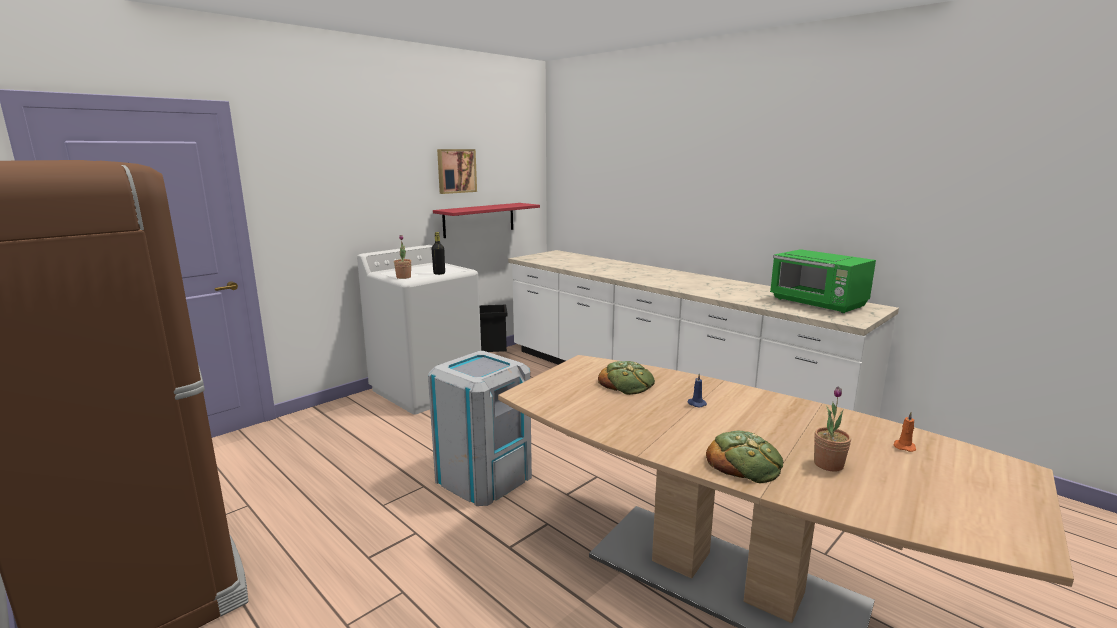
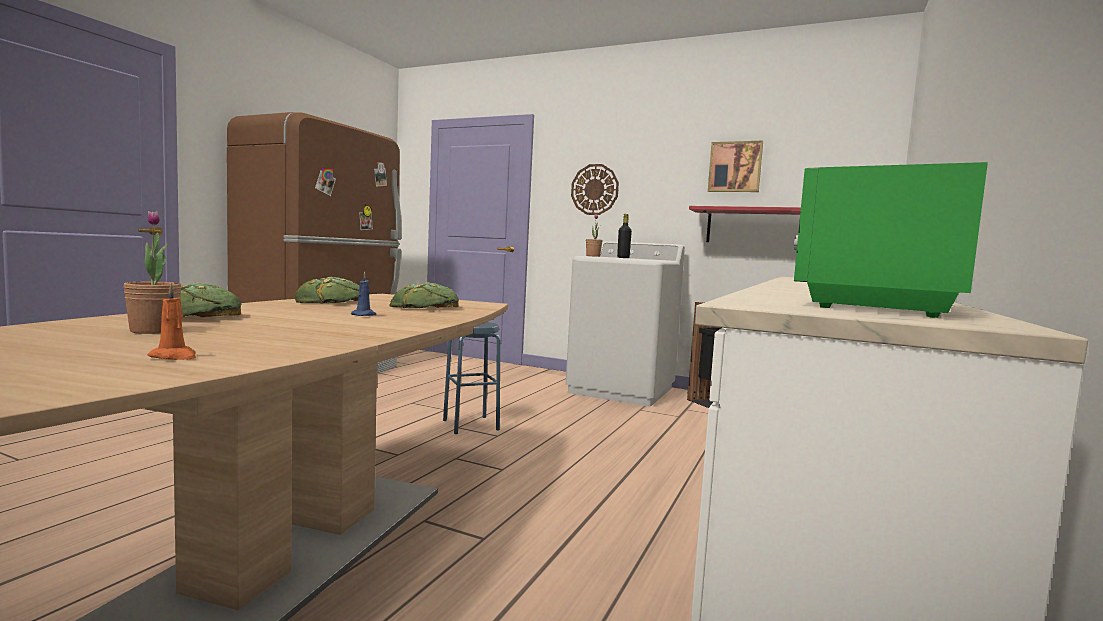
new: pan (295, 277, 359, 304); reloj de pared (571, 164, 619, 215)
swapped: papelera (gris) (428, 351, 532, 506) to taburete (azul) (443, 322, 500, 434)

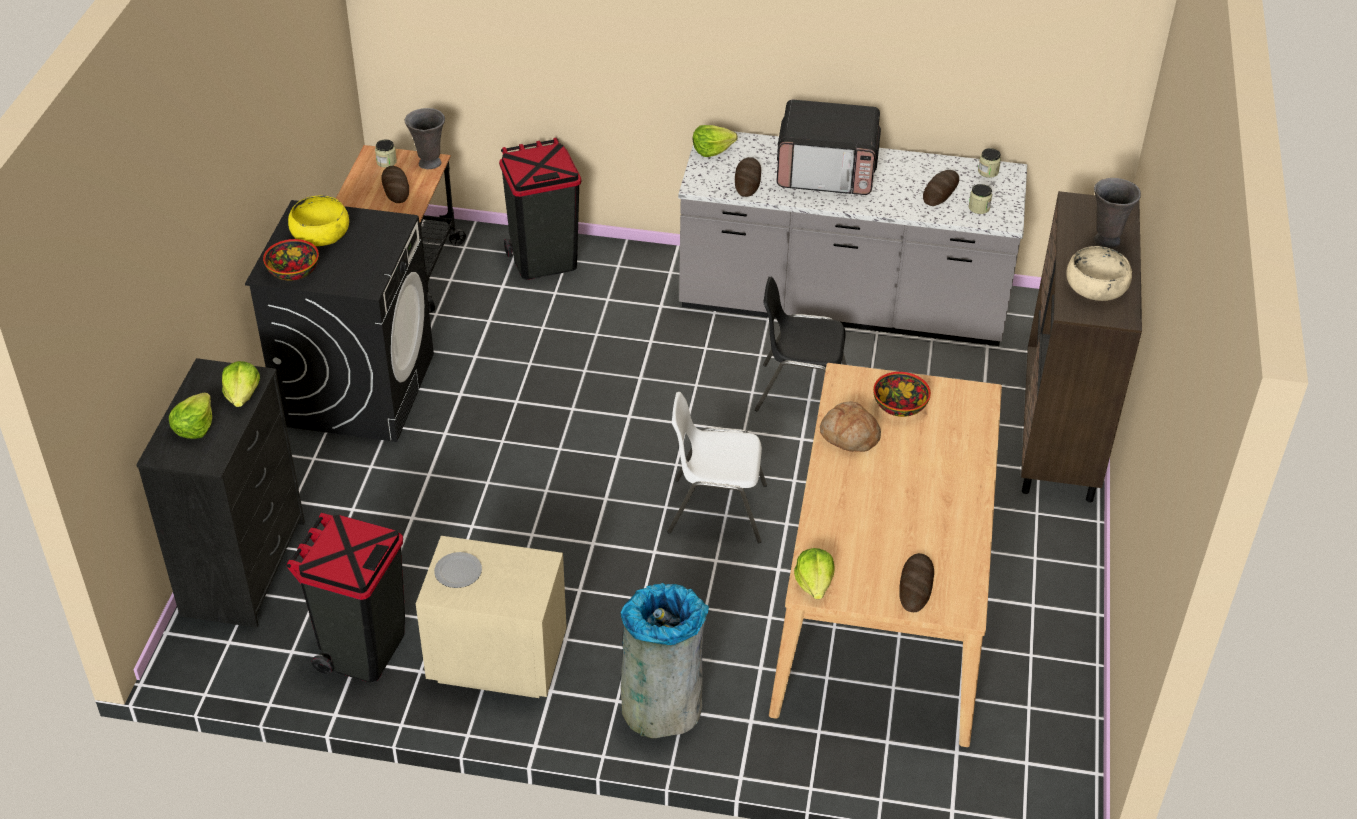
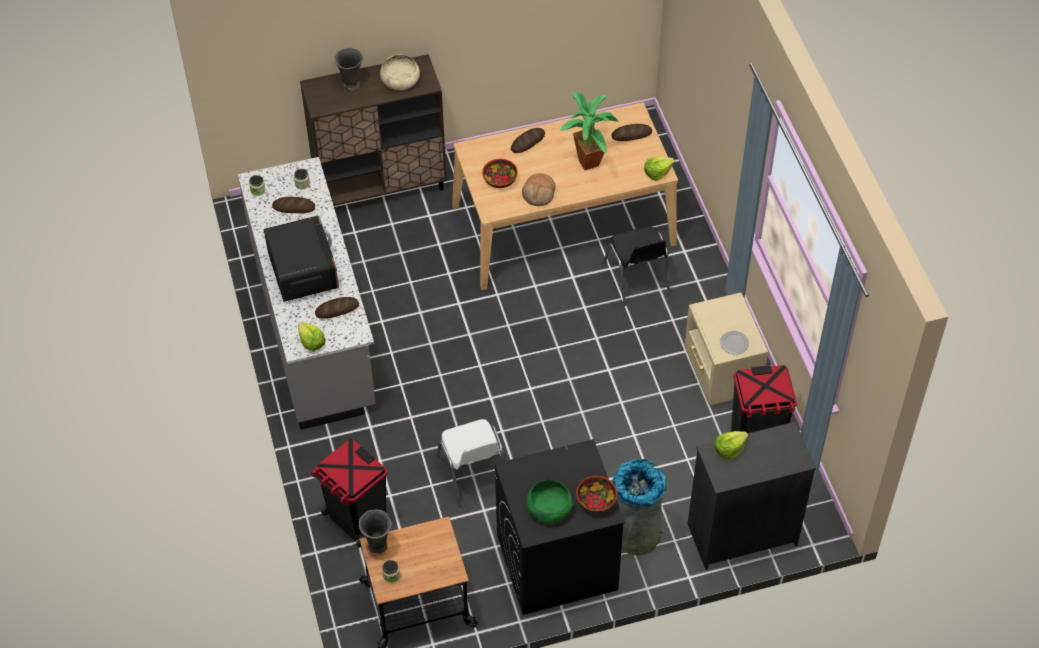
gone: lechuga (169, 392, 212, 439)
new: planta en maceta (560, 91, 619, 170)
shifted: pan (381, 166, 409, 203) to (511, 128, 545, 153); papelera (gris) (621, 583, 709, 738) to (612, 459, 666, 555); silla (blanco) (667, 392, 767, 543) to (437, 419, 505, 507); silla (negro) (755, 277, 847, 411) to (603, 226, 670, 307)
repainted: cuenco (amarillo) (288, 196, 349, 246) to cuenco (verde) (526, 479, 573, 524)

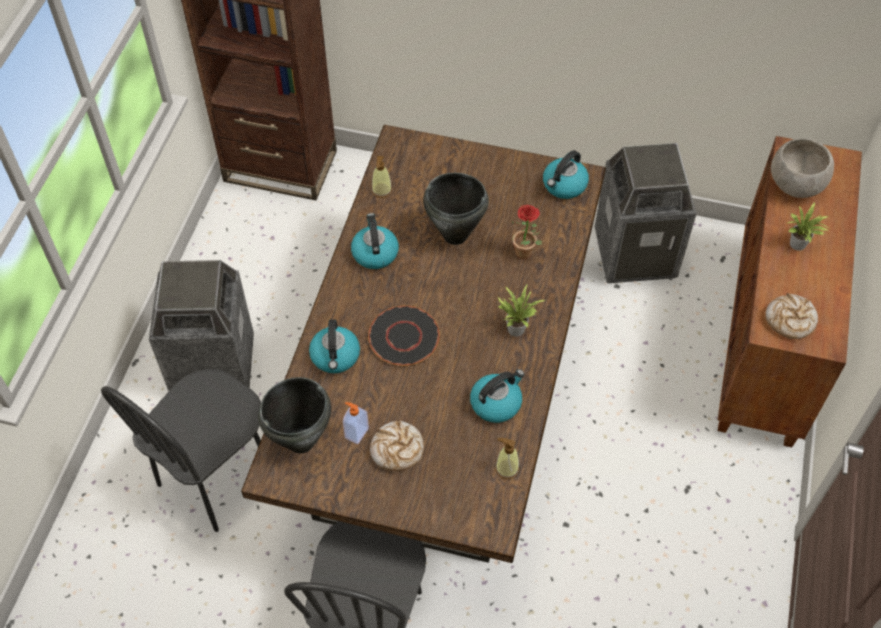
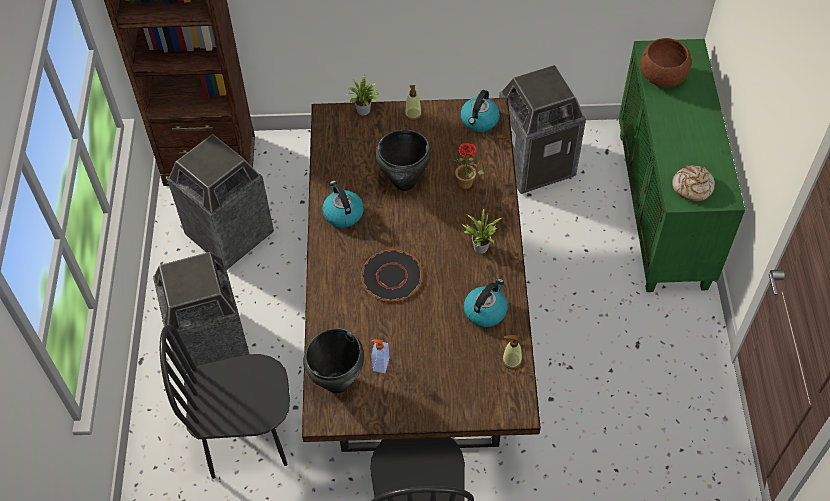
gone: hervidor (309, 319, 360, 373); pan (370, 420, 424, 471)
new: papelera (167, 134, 274, 270)
shifted: dispensador de jabón (372, 156, 392, 198) to (405, 85, 422, 120); planta en maceta (788, 202, 830, 251) to (346, 74, 379, 115)
repainted: armario (marrón) (717, 136, 862, 447) to armario (verde) (619, 39, 745, 292); cuenco (gris) (771, 138, 834, 198) to cuenco (marrón) (640, 38, 691, 88)
rotated: silla (negro) (101, 369, 261, 532) = (160, 325, 290, 479) 60 degrees clockwise

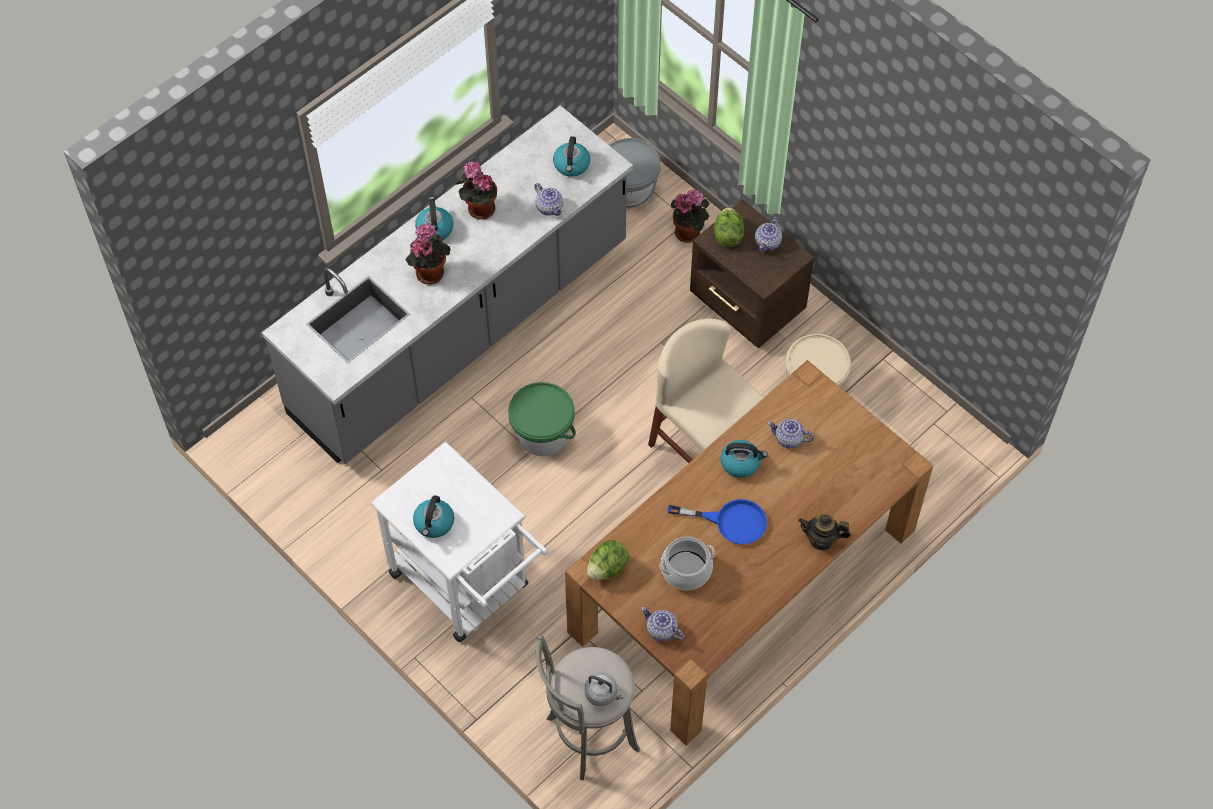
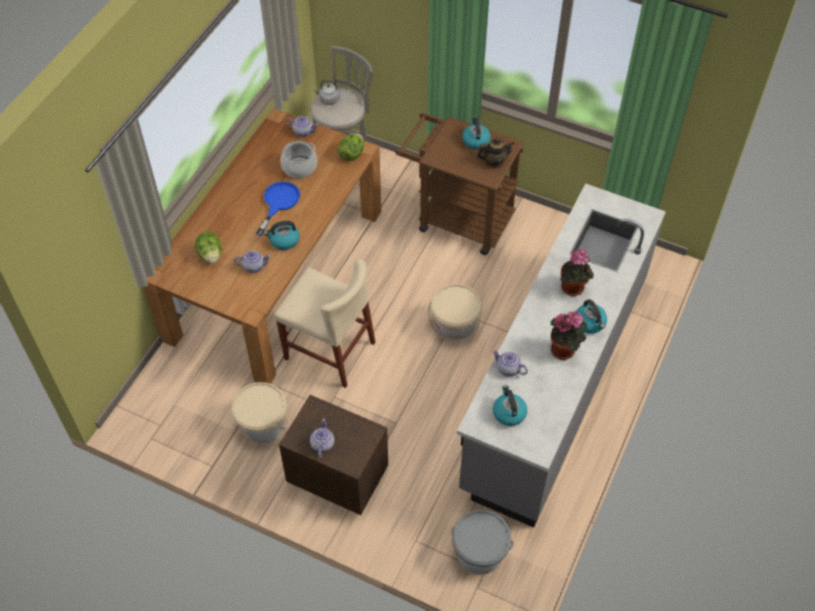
gone: planta en maceta (671, 190, 709, 243)
shifted: lechuga (714, 207, 745, 247) to (195, 232, 221, 264); tetera (798, 513, 851, 551) to (477, 137, 515, 168)
repainted: carrito (blanco) (371, 442, 548, 642) to carrito (marrón) (395, 112, 524, 255); cubo (verde) (508, 382, 576, 456) to cubo (beis) (428, 284, 482, 342)
rotated: sartén (azul) (668, 499, 767, 545) = (256, 181, 300, 236) 120 degrees clockwise

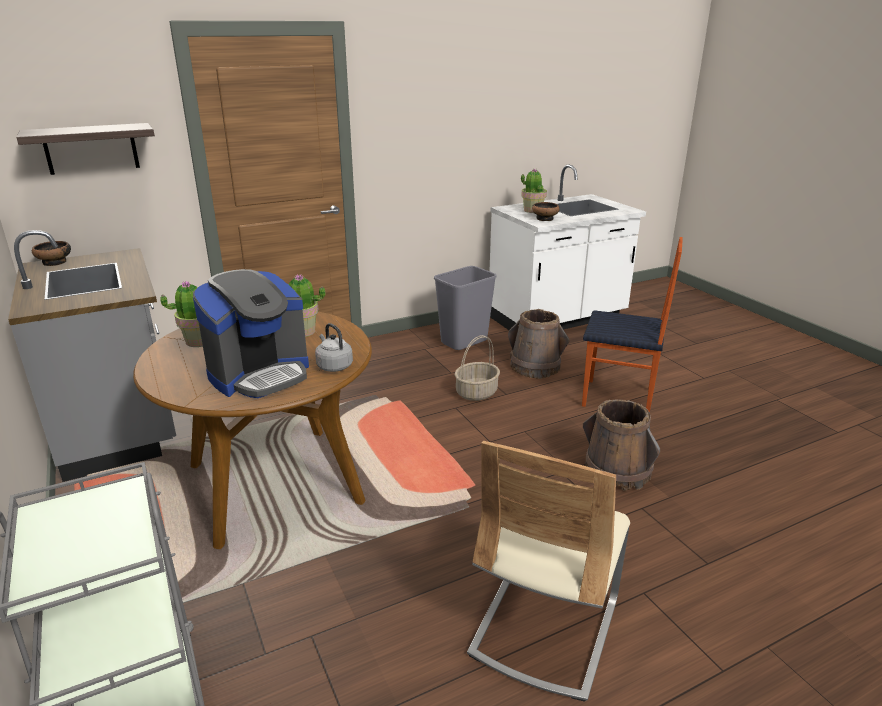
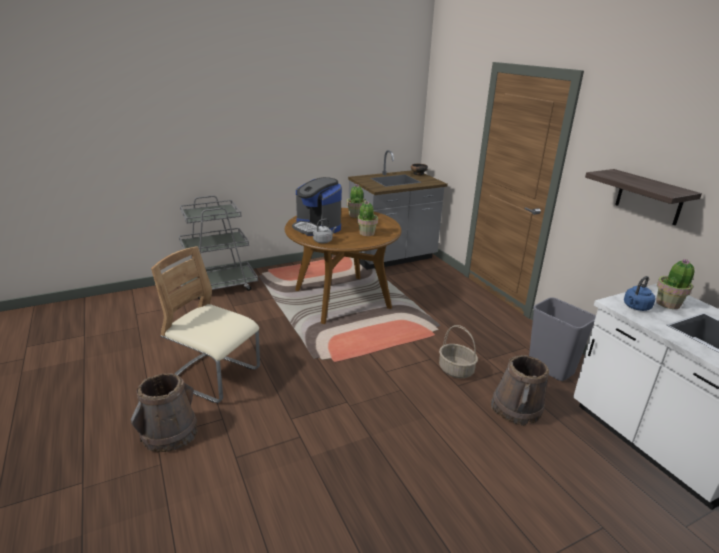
gone: silla (582, 237, 683, 412)
shifted: estante (16, 123, 155, 175) to (585, 169, 702, 225); cubo (marrón) (583, 399, 660, 491) to (131, 373, 198, 452)
swapped: cuenco (532, 202, 560, 221) to hervidor (azul) (624, 276, 656, 311)

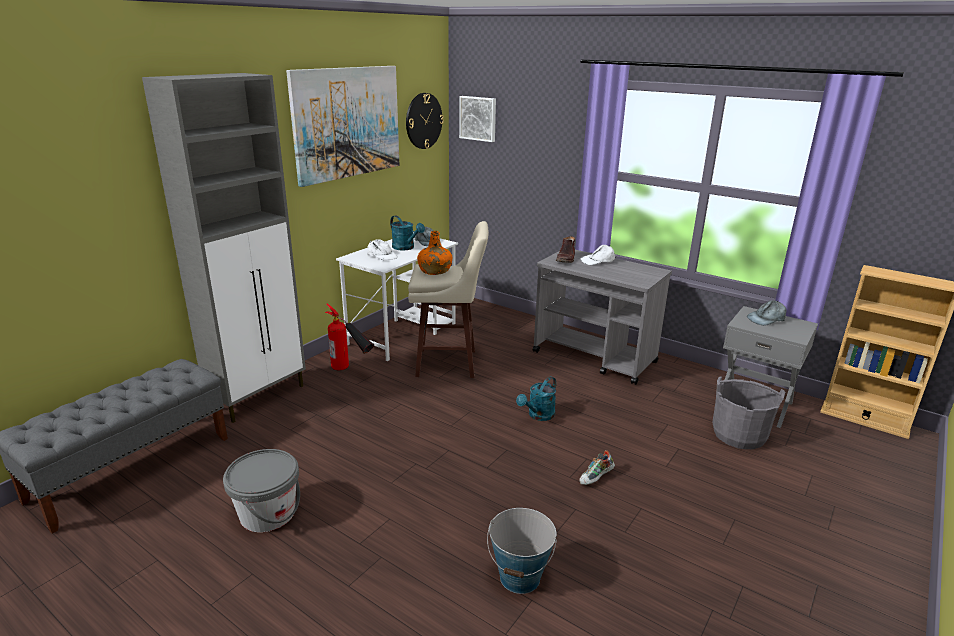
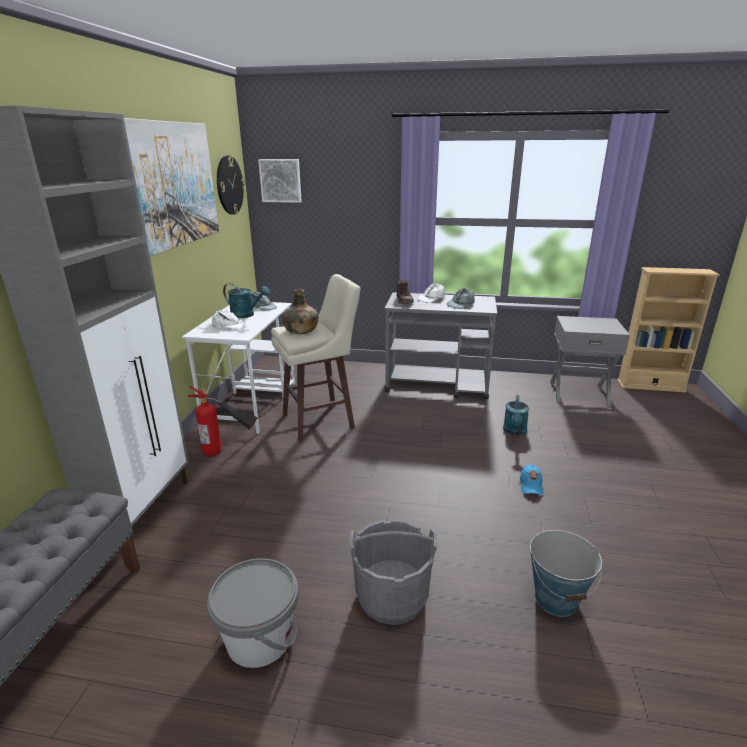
shifted: regadera (turquesa) (516, 376, 556, 421) to (503, 395, 529, 435); cubo (gris) (712, 376, 785, 449) to (349, 519, 437, 625); gorra (gris) (747, 300, 786, 326) to (446, 288, 474, 309)
swapped: zapato (579, 450, 615, 485) to gorra (azul) (520, 465, 543, 495)
repainted: botella (naranja) (417, 231, 452, 275) to botella (verde) (282, 289, 319, 334)

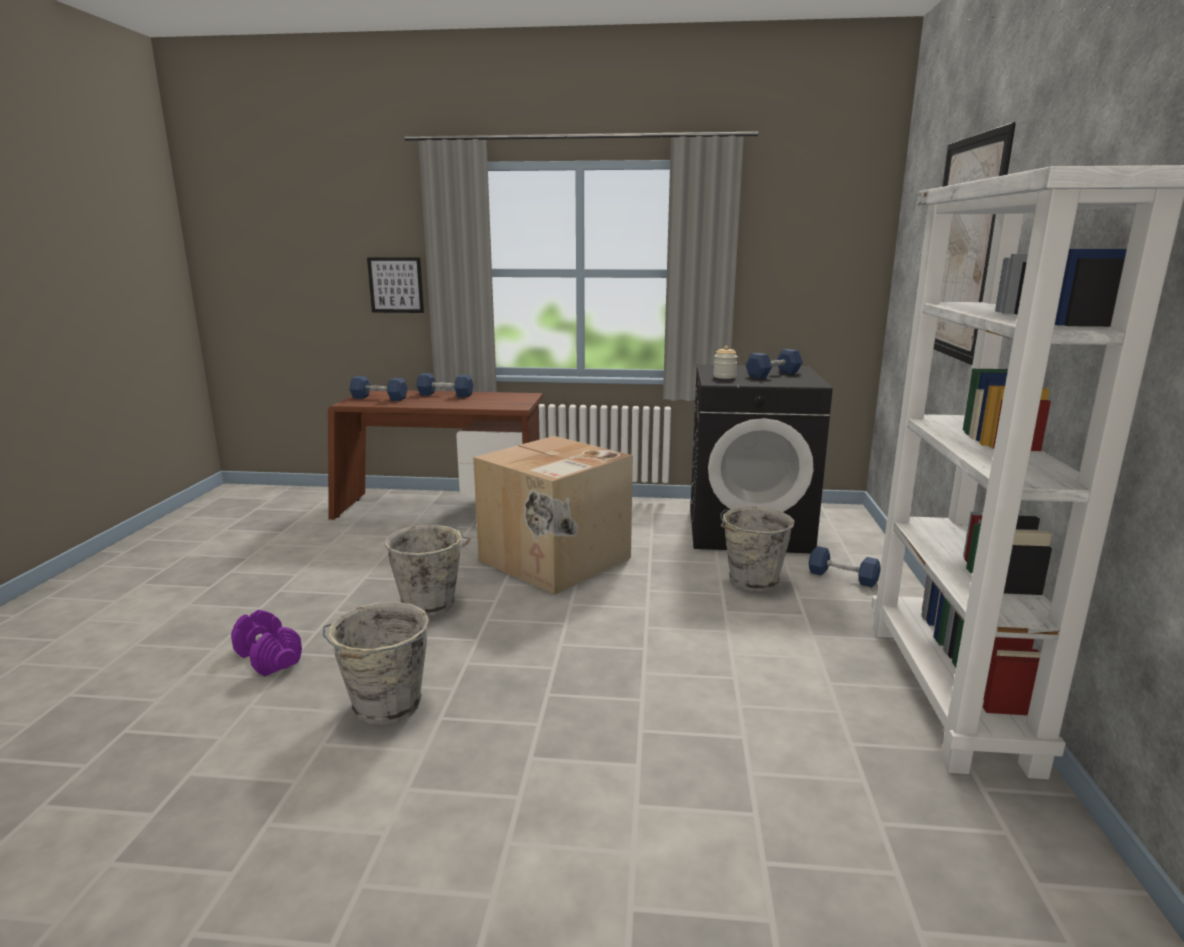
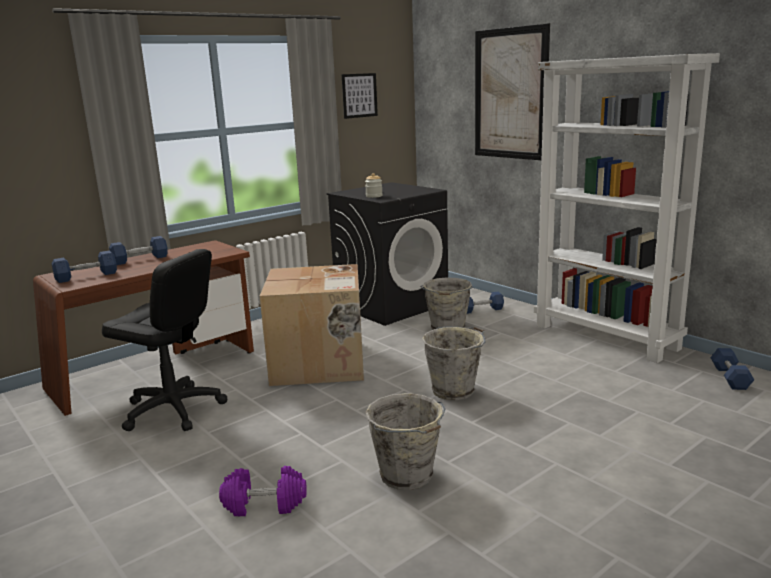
new: silla de oficina (negro) (102, 249, 227, 431)
shifted: cuadro (367, 257, 424, 313) to (342, 73, 378, 119); cubo (gris) (384, 525, 471, 616) to (422, 326, 486, 400); mancuerna (azul) (745, 349, 803, 379) to (710, 348, 754, 390)

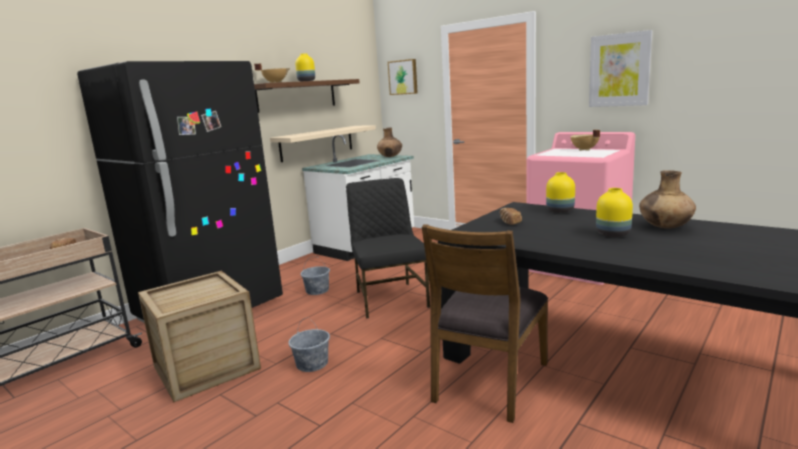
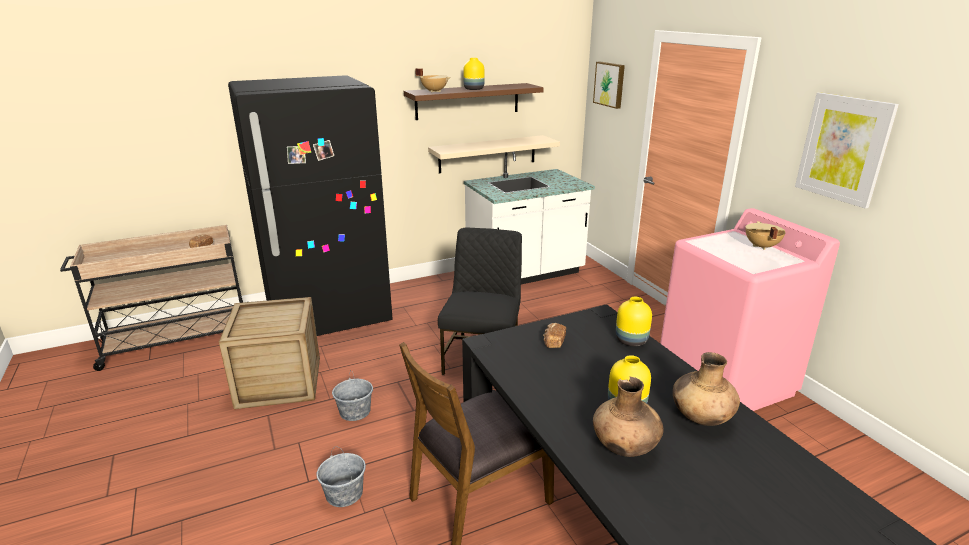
shifted: cubo (gris) (301, 256, 330, 295) to (316, 447, 366, 507); florero (marrón) (377, 127, 402, 157) to (593, 377, 664, 457)

